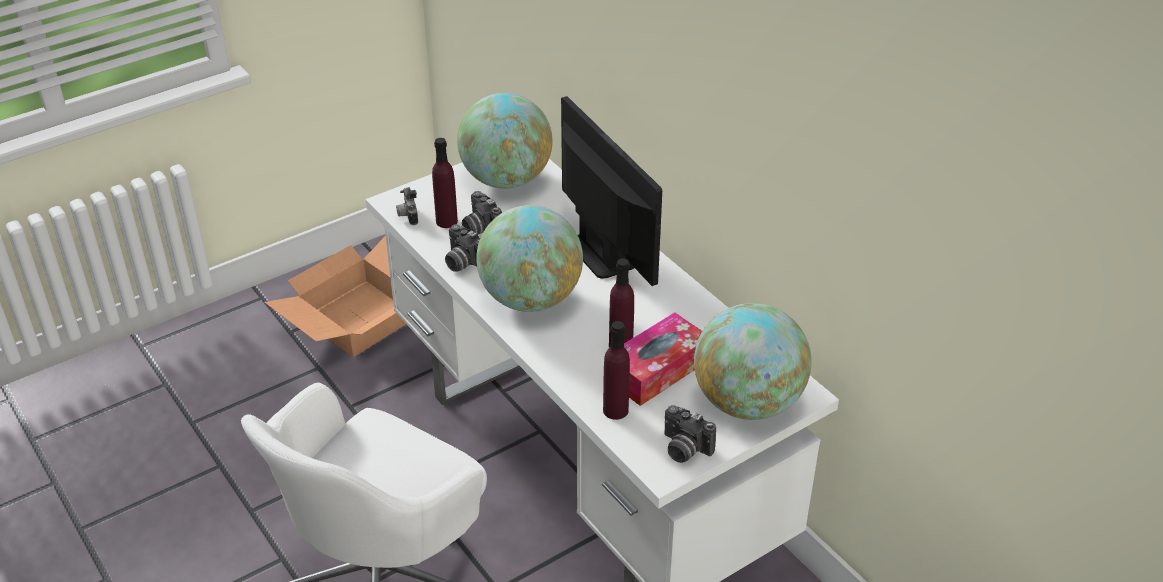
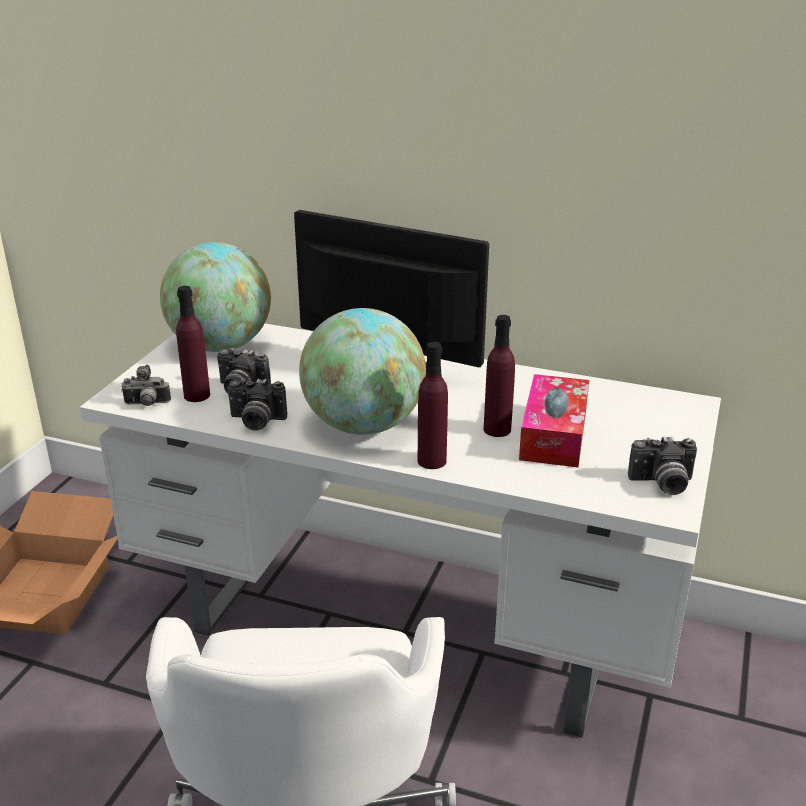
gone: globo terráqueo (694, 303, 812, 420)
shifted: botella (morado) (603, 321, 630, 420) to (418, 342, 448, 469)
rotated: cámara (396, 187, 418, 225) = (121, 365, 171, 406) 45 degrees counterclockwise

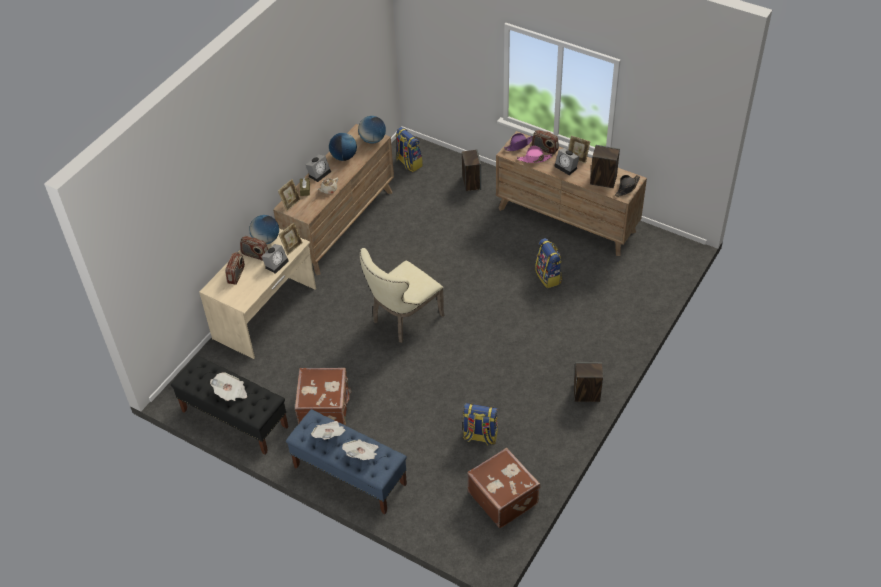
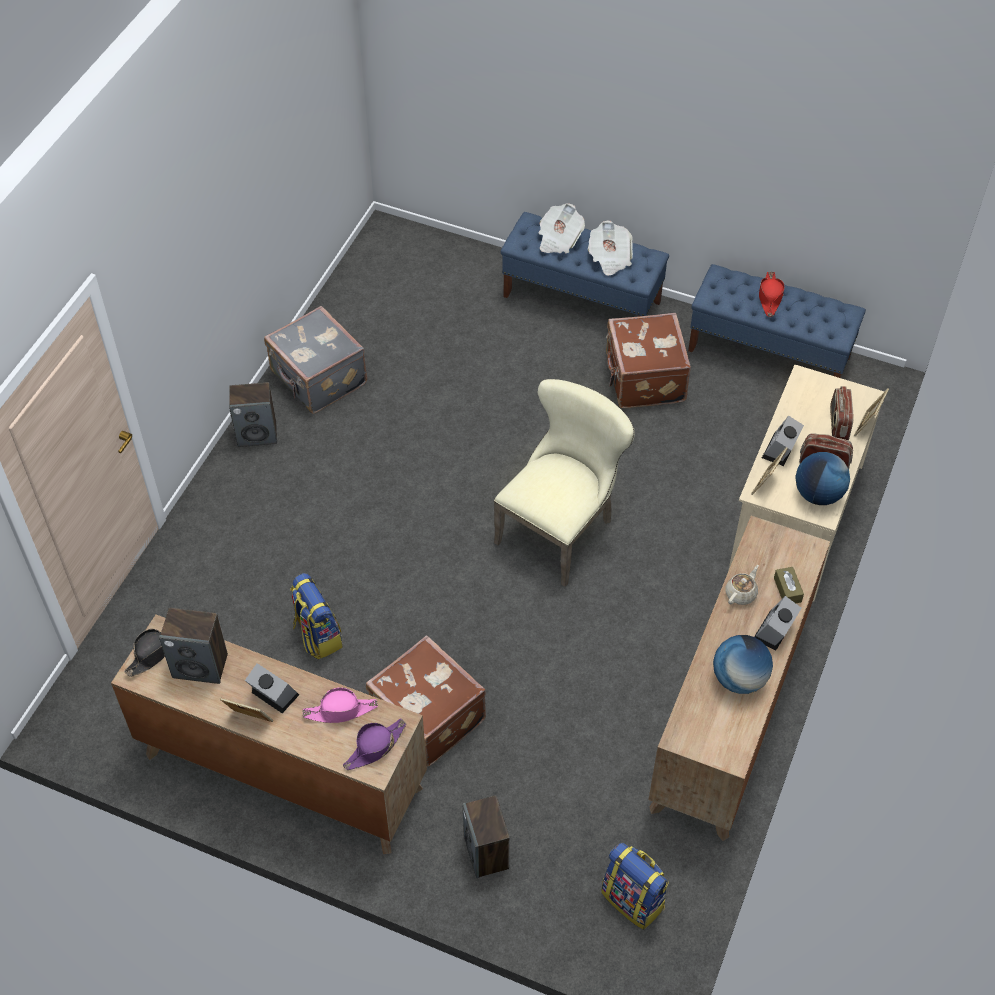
gone: globo terráqueo (358, 116, 386, 144); mochila (463, 403, 498, 445); radio (532, 130, 559, 155)
new: maleta (gris) (264, 306, 367, 414)
shifted: portarretratos (278, 179, 301, 211) to (854, 389, 889, 436); maleta (marrón) (467, 448, 540, 528) to (366, 635, 486, 767)
swapped: periódico (210, 373, 247, 401) to sombrero (rojo) (759, 272, 785, 317)
repainted: banco (negro) (171, 355, 288, 455) to banco (azul) (688, 264, 866, 378)

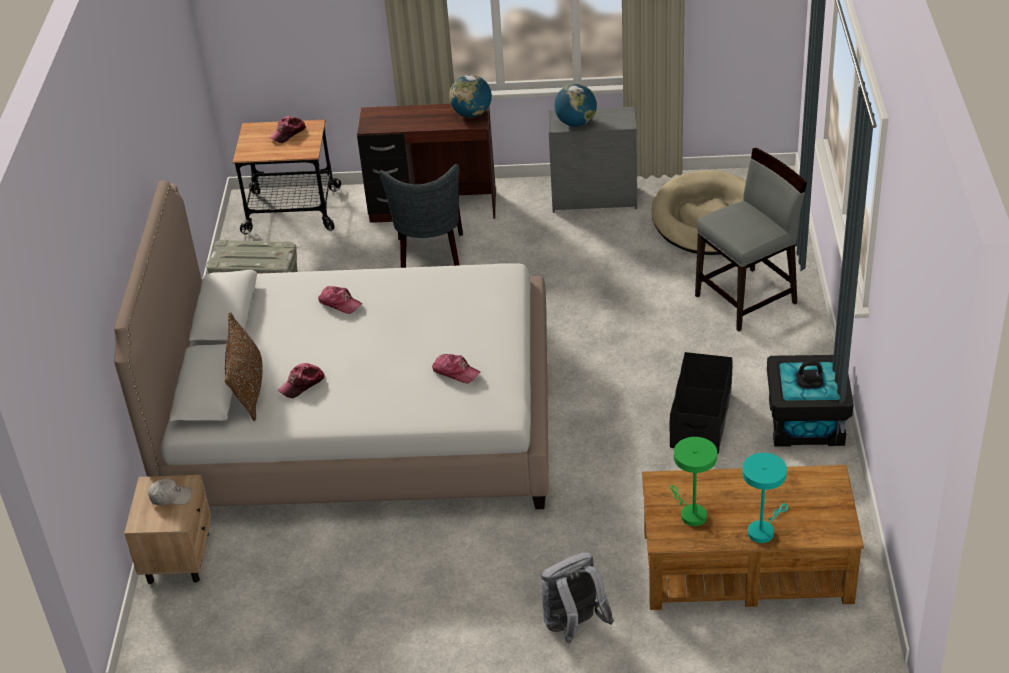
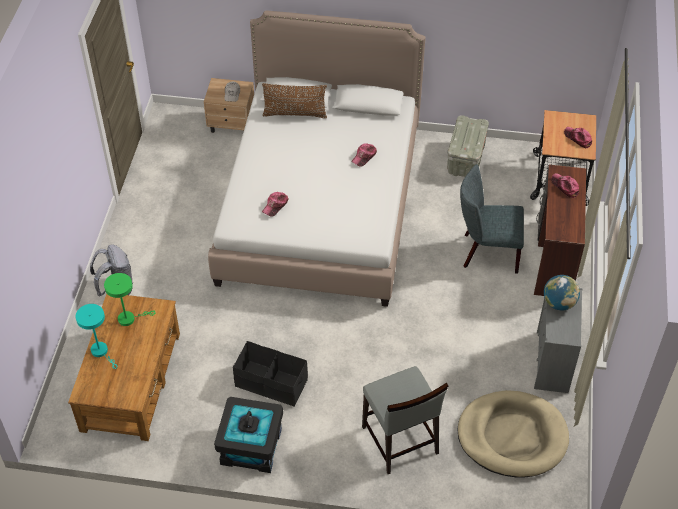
gone: globo terráqueo (449, 75, 492, 118)
shifted: gorra (278, 363, 325, 398) to (551, 173, 579, 198)

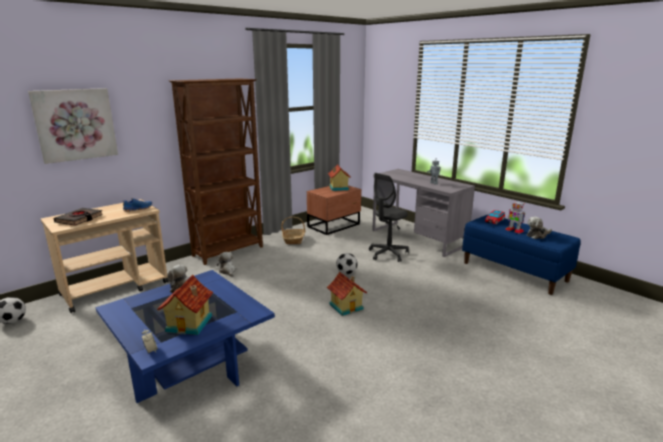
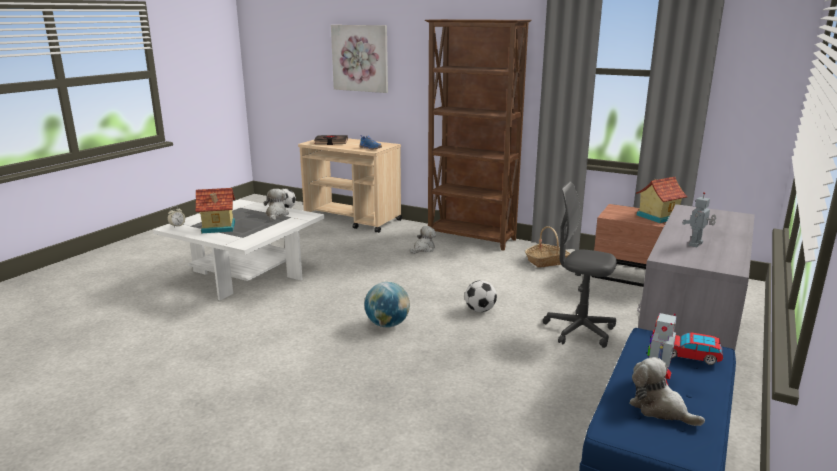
swapped: casita (327, 272, 367, 316) to globo terráqueo (365, 282, 410, 328)
repainted: mesa de centro (azul) (95, 270, 275, 403) to mesa de centro (blanco) (153, 199, 325, 300)

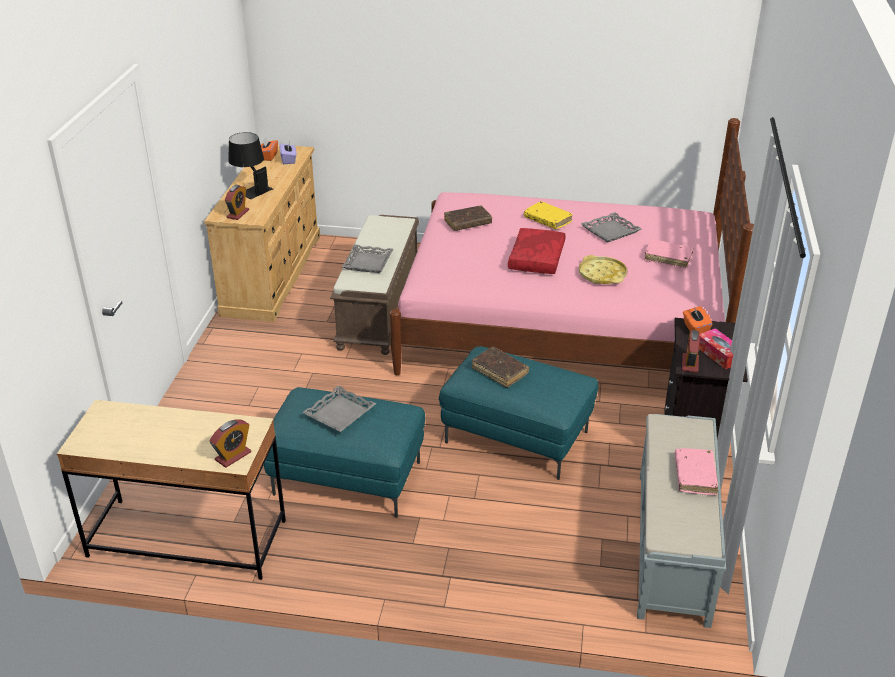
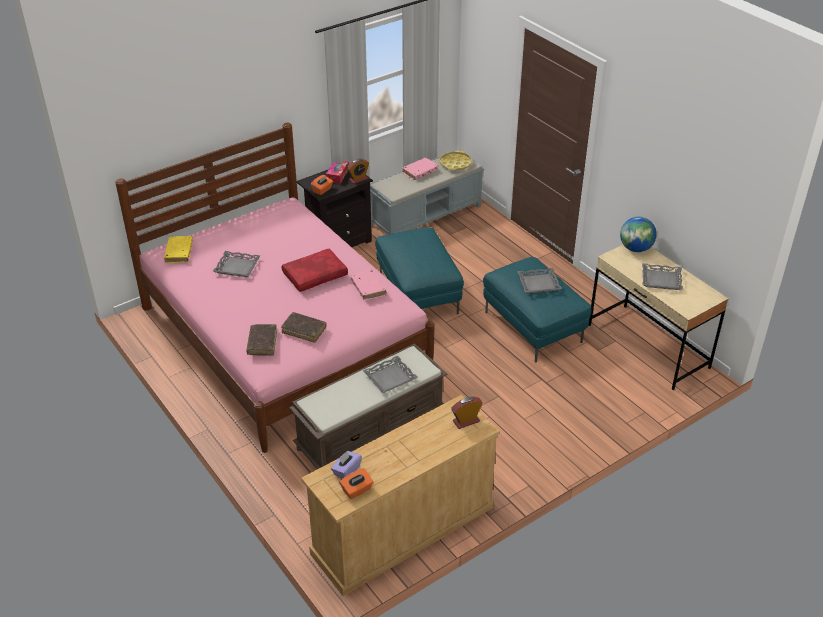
gone: lámpara de mesa (negro) (228, 132, 273, 199)
new: bandeja (gris) (642, 263, 683, 290)
shifted: libro (marrón) (472, 347, 529, 388) to (246, 324, 277, 356); libro (amarillo) (524, 201, 573, 229) to (164, 236, 193, 263); bandeja (amarillo) (579, 255, 627, 284) to (440, 150, 472, 171); libro (rosa) (644, 239, 694, 268) to (351, 270, 387, 300)
swapped: despertador (209, 419, 251, 468) to globo terráqueo (620, 217, 657, 252)

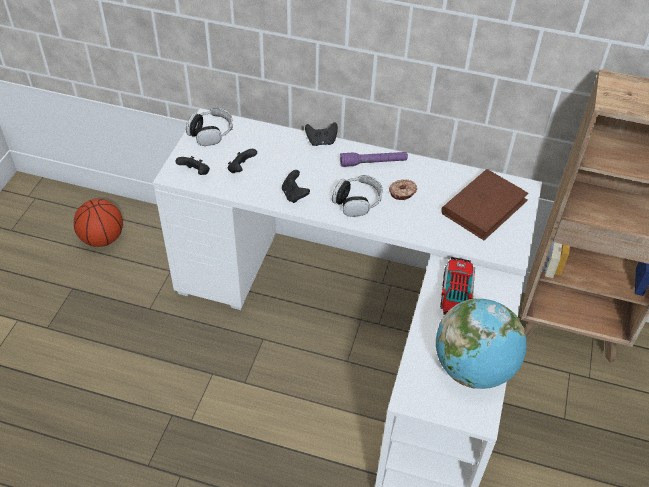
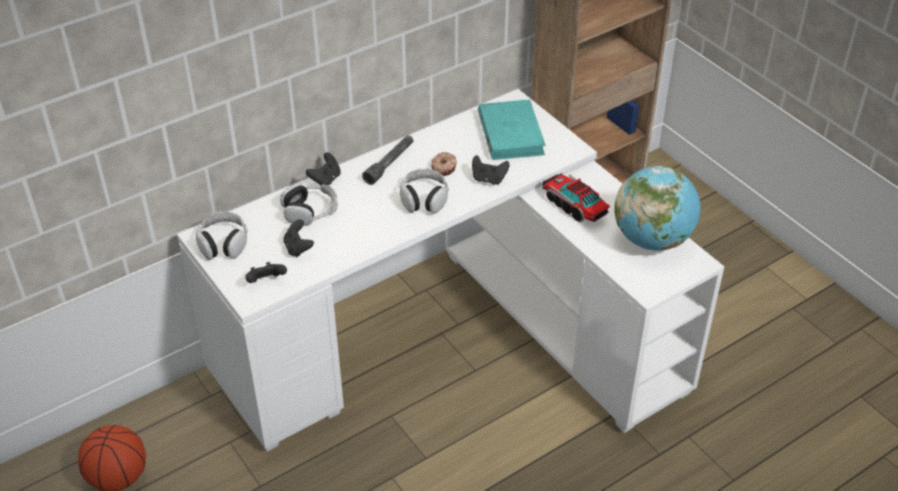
new: auriculares (280, 183, 338, 226)
shifted: mando de consola (negro) (282, 170, 310, 203) to (472, 155, 509, 185)
repainted: linterna (morado) (340, 152, 408, 167) to linterna (gris) (362, 135, 414, 185); libro (marrón) (441, 169, 528, 240) to libro (turquesa) (478, 100, 546, 160)

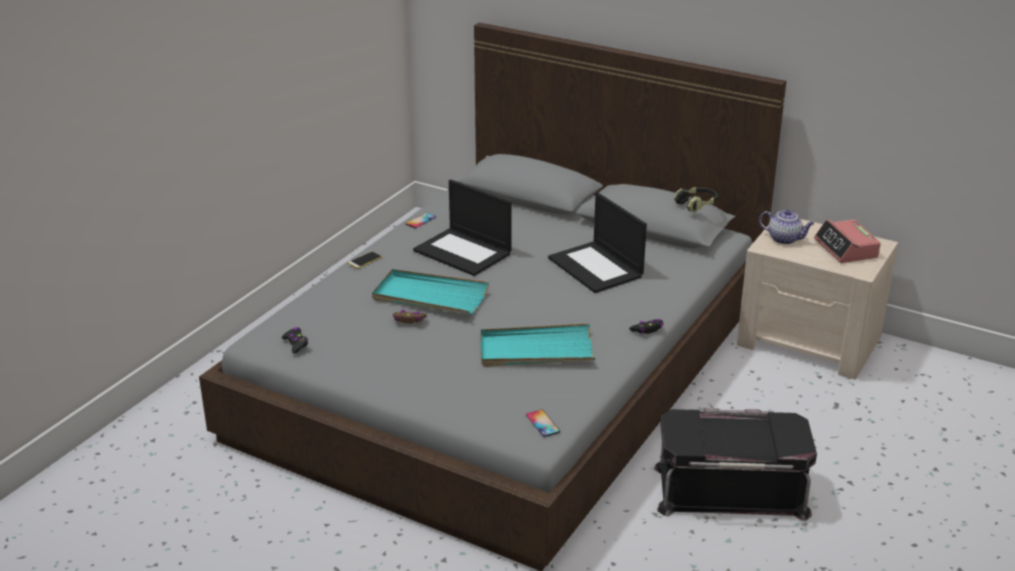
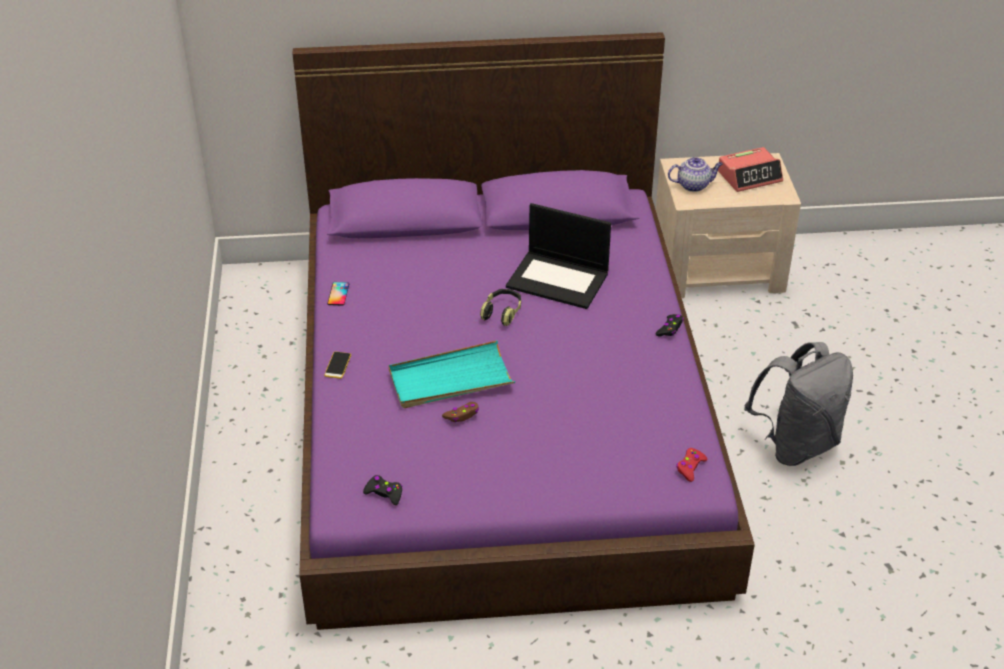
gone: portátil (413, 180, 512, 276); bandeja (turquesa) (480, 323, 595, 367)
shifted: auriculares (674, 187, 718, 212) to (480, 289, 521, 326)
swapped: móvil (526, 409, 560, 437) to mando de consola (rojo) (676, 448, 707, 482); caja de almacenaje (negro) (654, 408, 817, 521) to mochila (gris) (744, 342, 853, 466)
repainted: cama (gris) (199, 23, 786, 571) to cama (morado) (293, 32, 755, 630)
rotated: despertador (814, 220, 881, 263) = (718, 147, 783, 192) 60 degrees counterclockwise

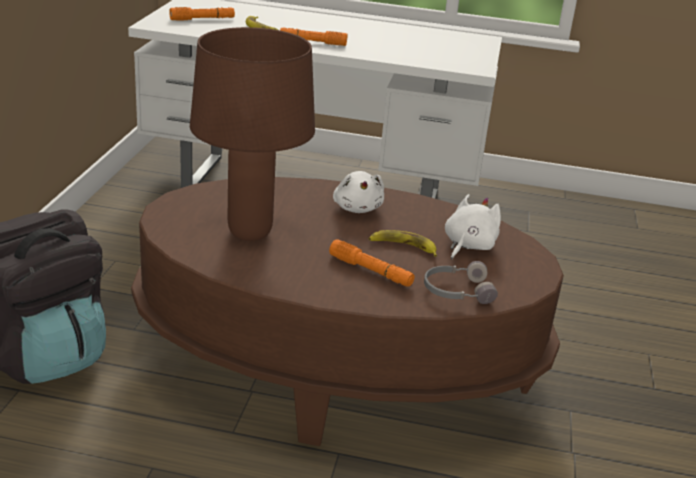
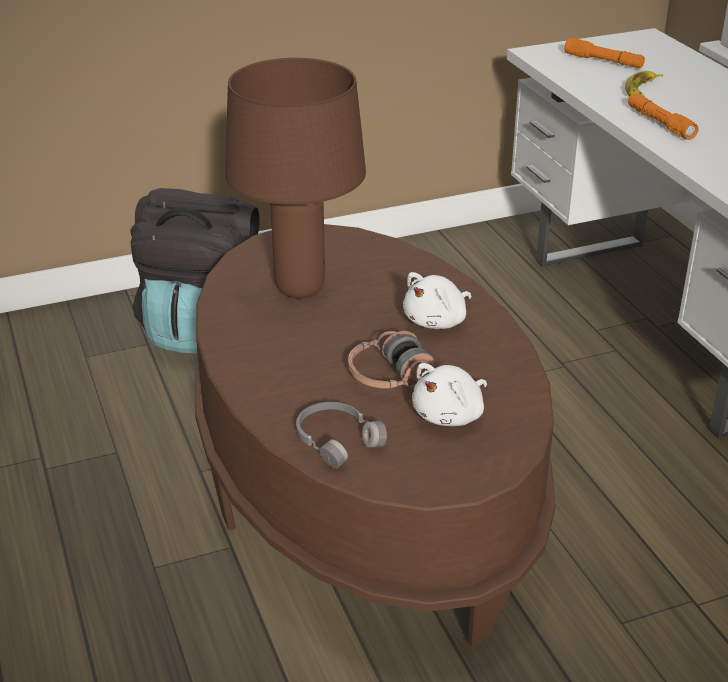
gone: linterna (naranja) (329, 240, 414, 287)
swapped: plátano (369, 230, 437, 257) to auriculares (348, 331, 435, 389)
rotated: peluche (blanco) (445, 194, 501, 259) = (412, 363, 487, 426) 135 degrees clockwise

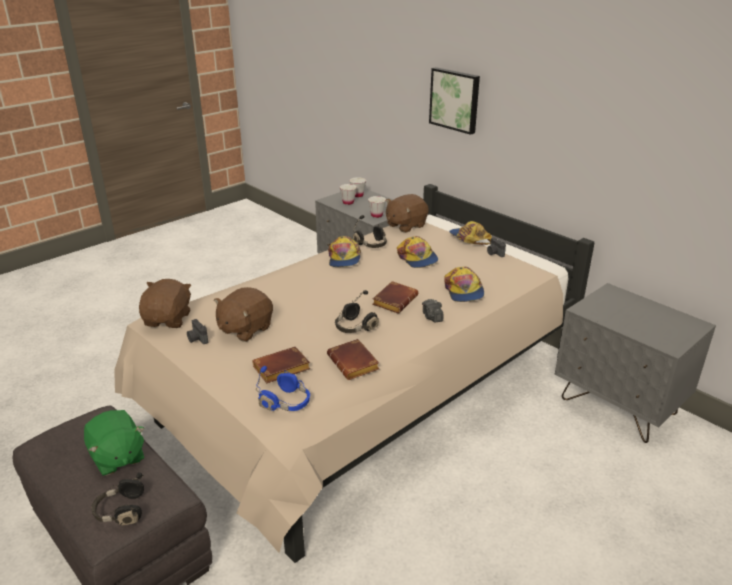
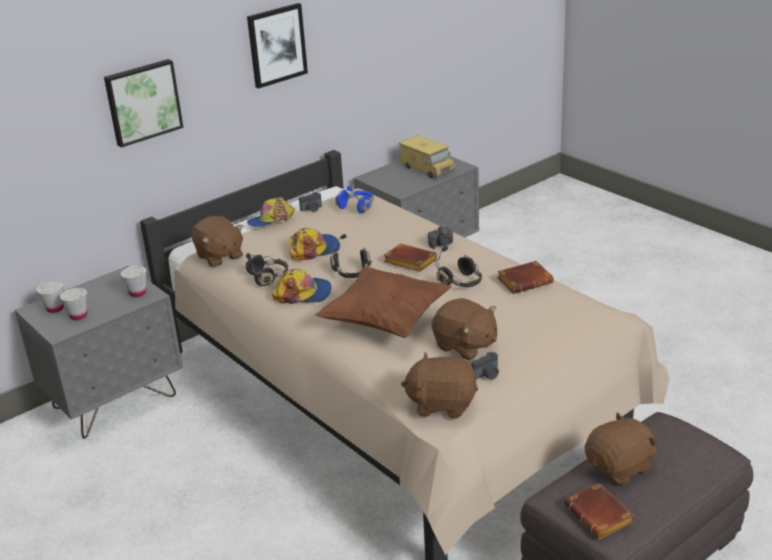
gone: gorra (444, 266, 484, 302)
new: cuadro (247, 3, 308, 89); cojín (marrón) (315, 267, 452, 338); camión de juguete (399, 135, 456, 178)
shifted: auriculares (negro) (91, 472, 144, 526) to (330, 234, 372, 278); libro (marrón) (252, 347, 310, 383) to (564, 483, 634, 539); auriculares (azul) (256, 366, 310, 411) to (335, 186, 374, 213)
repainted: peluche (verde) (84, 410, 144, 476) to peluche (marrón) (585, 412, 659, 486)

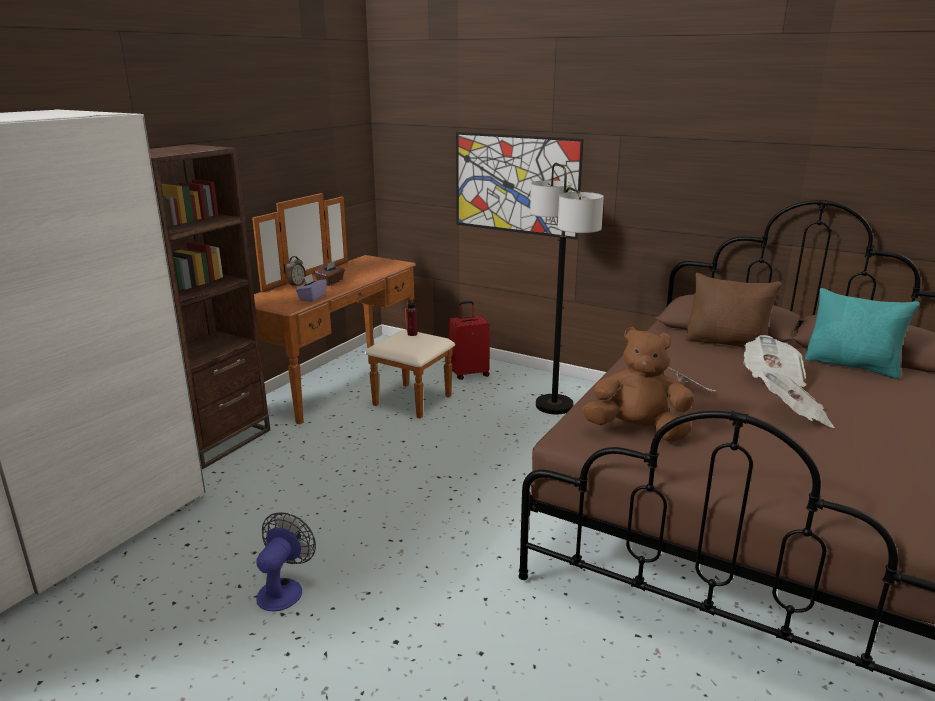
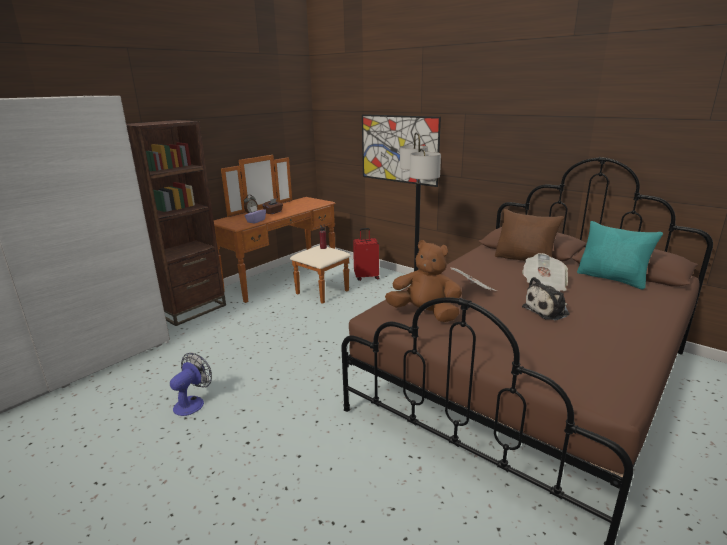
swapped: periódico (763, 372, 835, 428) to peluche (522, 277, 570, 320)

